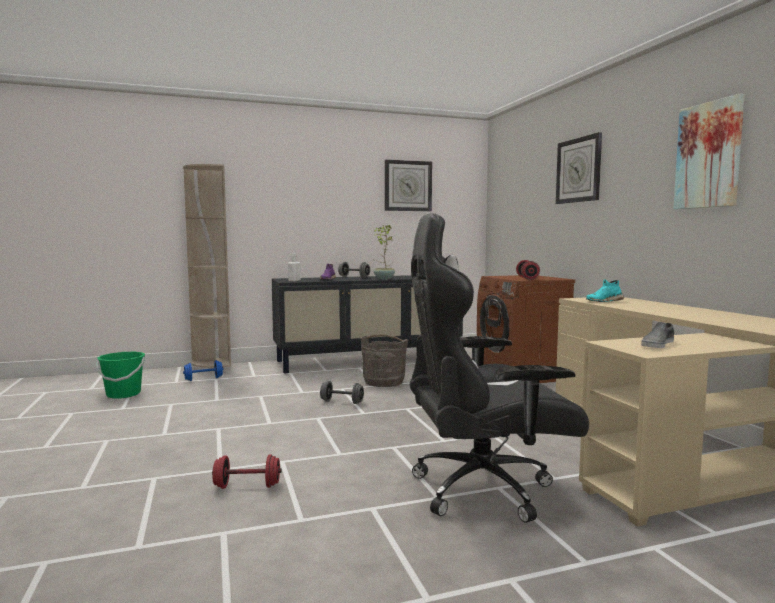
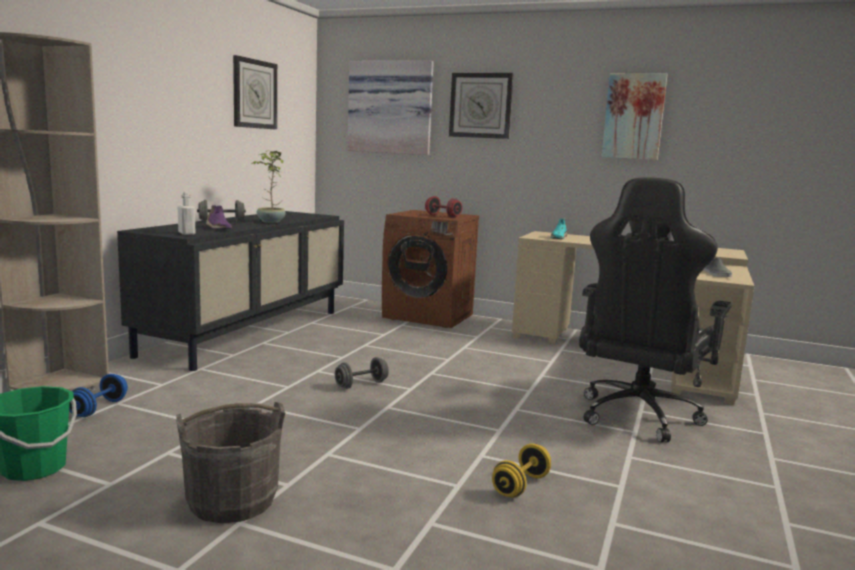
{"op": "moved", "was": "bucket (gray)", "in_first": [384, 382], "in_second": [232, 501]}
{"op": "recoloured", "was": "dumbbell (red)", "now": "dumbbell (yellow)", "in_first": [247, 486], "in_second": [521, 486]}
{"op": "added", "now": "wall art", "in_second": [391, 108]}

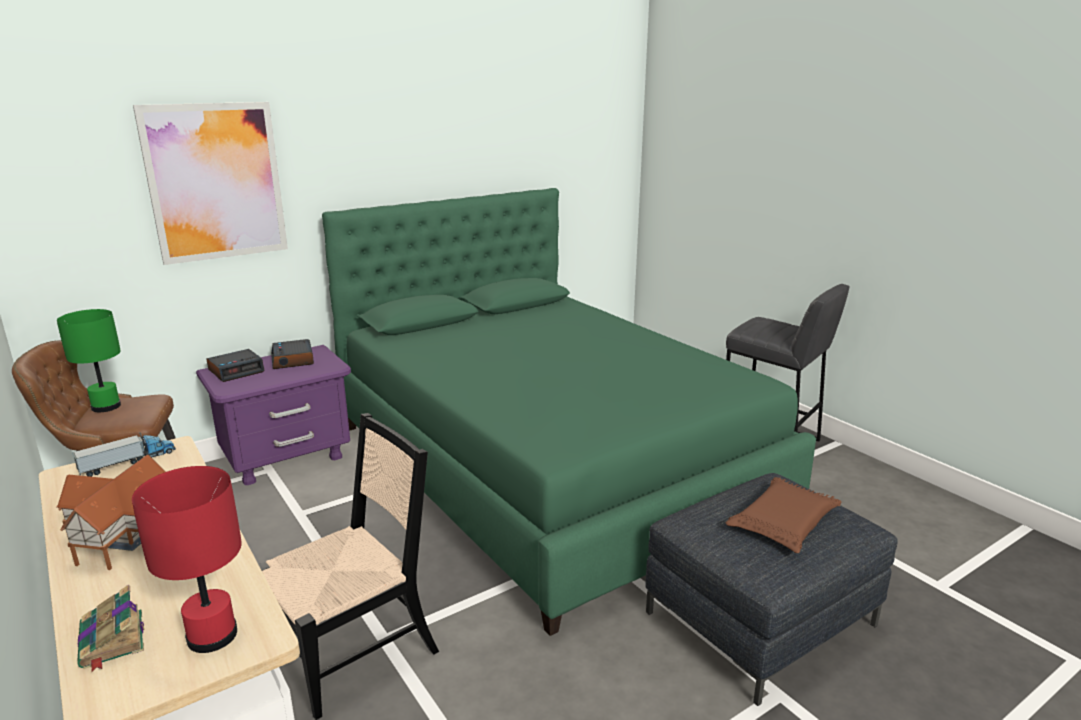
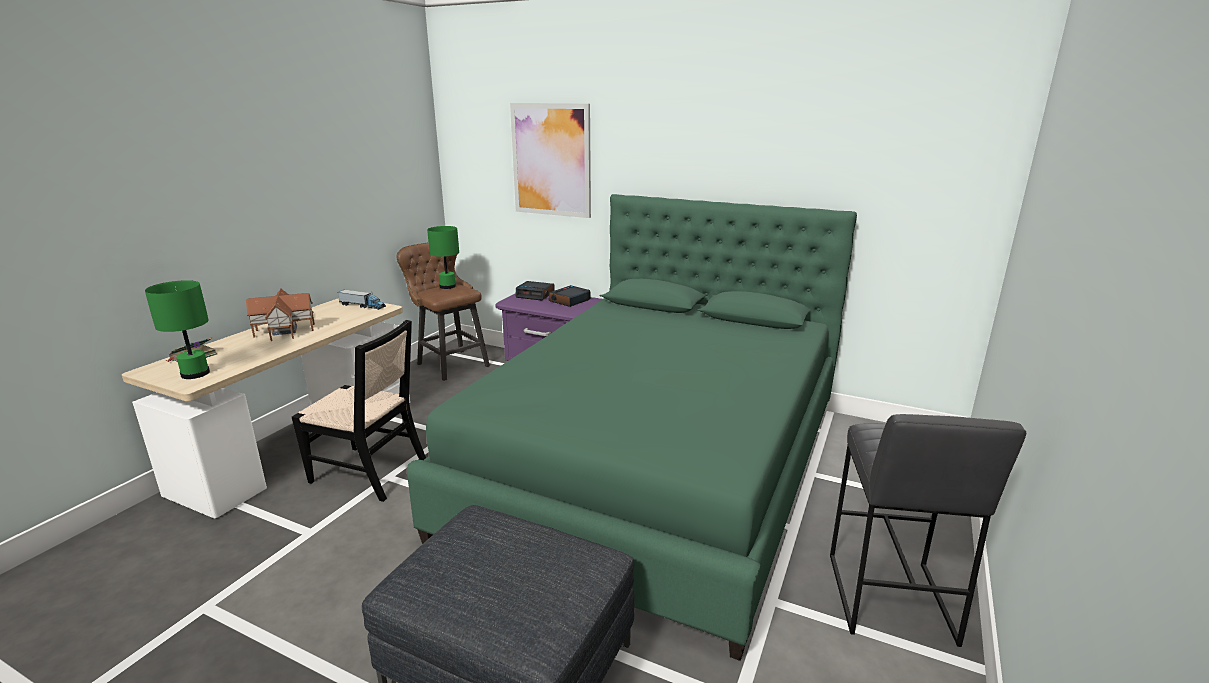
{"op": "recoloured", "was": "tabletop lamp (red)", "now": "tabletop lamp (green)", "in_first": [213, 636], "in_second": [195, 374]}
{"op": "removed", "was": "cushion (brownish)", "in_first": [784, 520]}

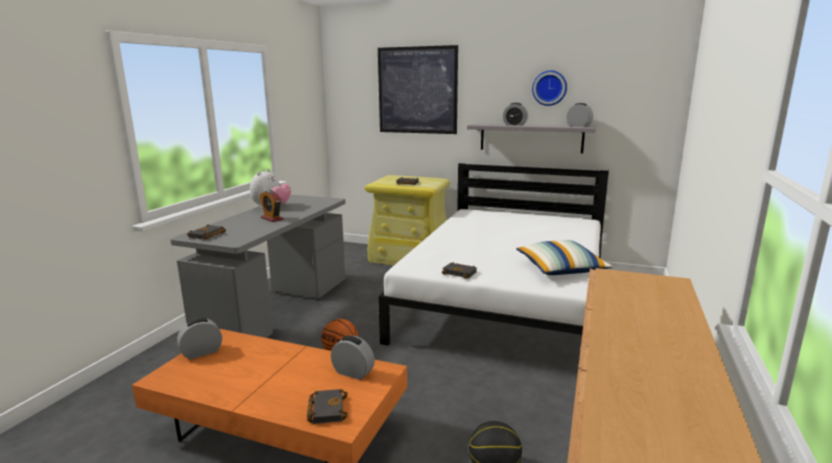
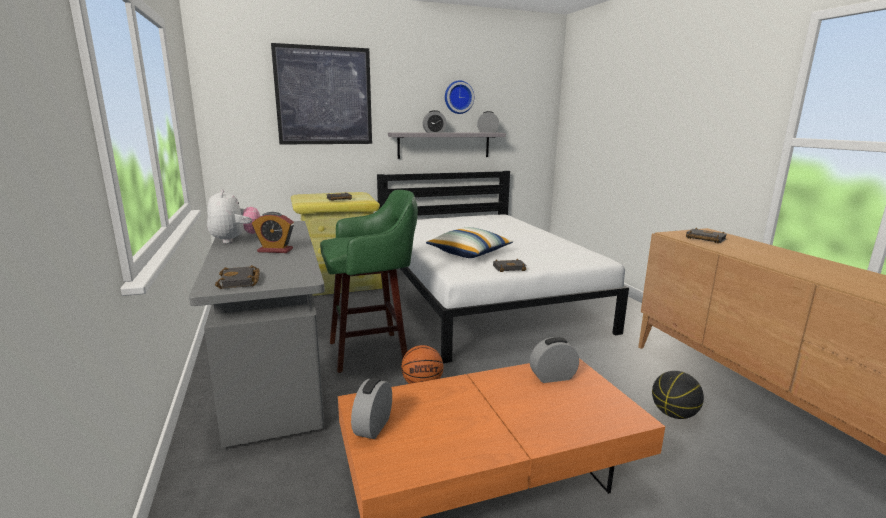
{"op": "moved", "was": "cushion", "in_first": [560, 269], "in_second": [469, 253]}
{"op": "moved", "was": "volume (blackish)", "in_first": [326, 409], "in_second": [704, 239]}
{"op": "added", "now": "stool (green)", "in_second": [372, 351]}

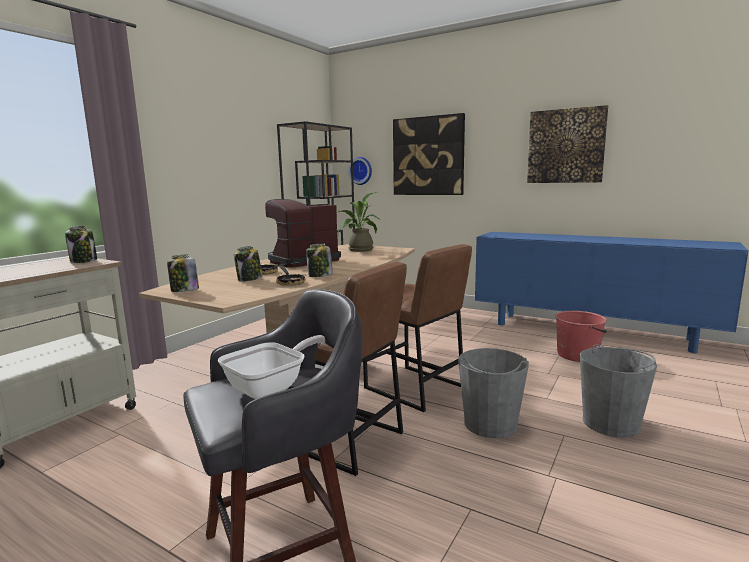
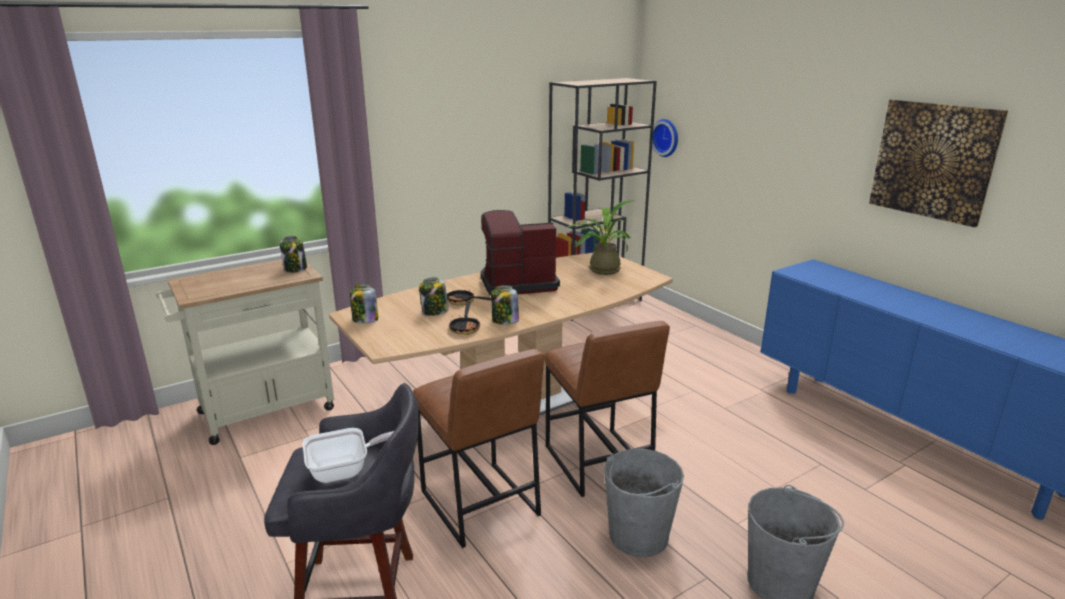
{"op": "removed", "was": "wall art", "in_first": [428, 156]}
{"op": "removed", "was": "bucket (red)", "in_first": [578, 355]}

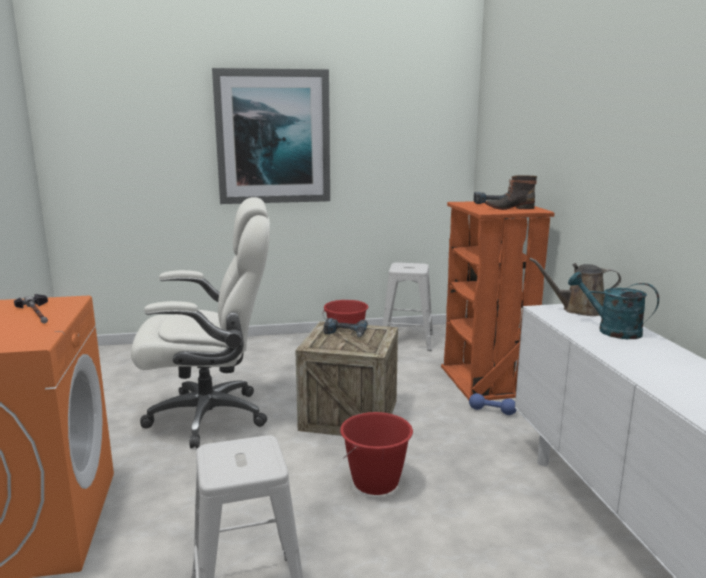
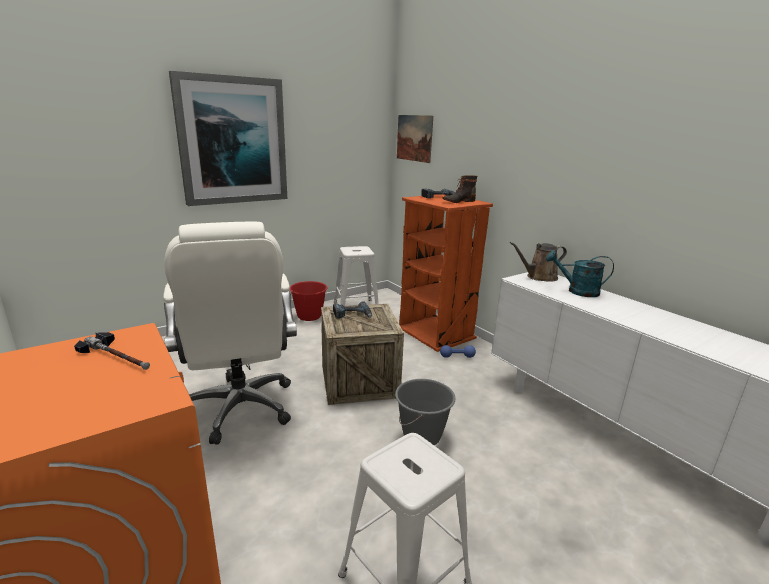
{"op": "turned", "was": "desk chair (white)", "in_first": [210, 416], "in_second": [240, 409], "clockwise": 105}
{"op": "recoloured", "was": "bucket (red)", "now": "bucket (gray)", "in_first": [376, 482], "in_second": [422, 436]}
{"op": "added", "now": "wall art", "in_second": [414, 138]}

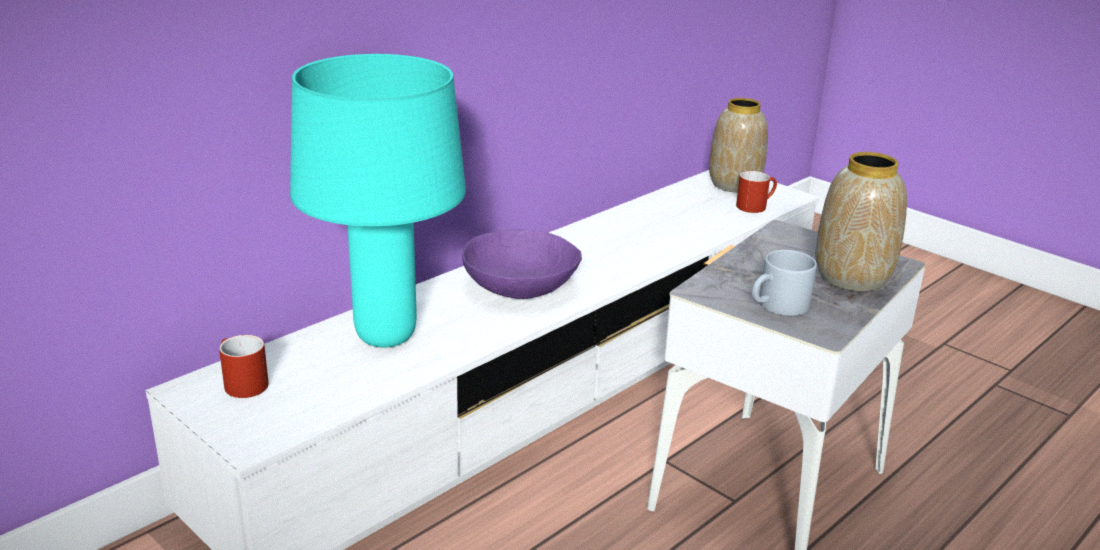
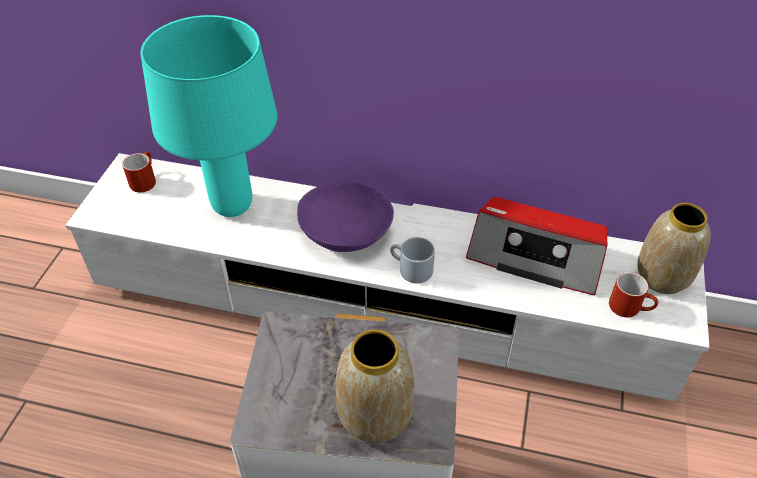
{"op": "moved", "was": "mug (gray)", "in_first": [778, 306], "in_second": [410, 269]}
{"op": "added", "now": "radio receiver", "in_second": [535, 256]}

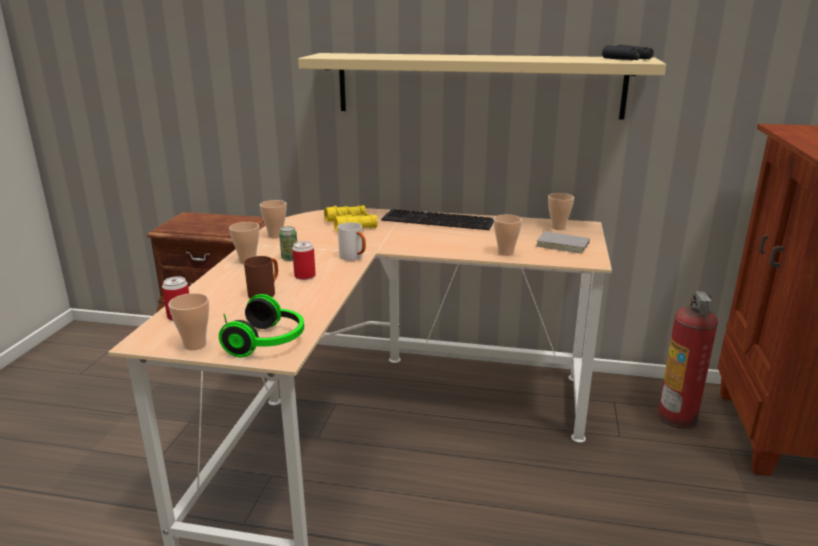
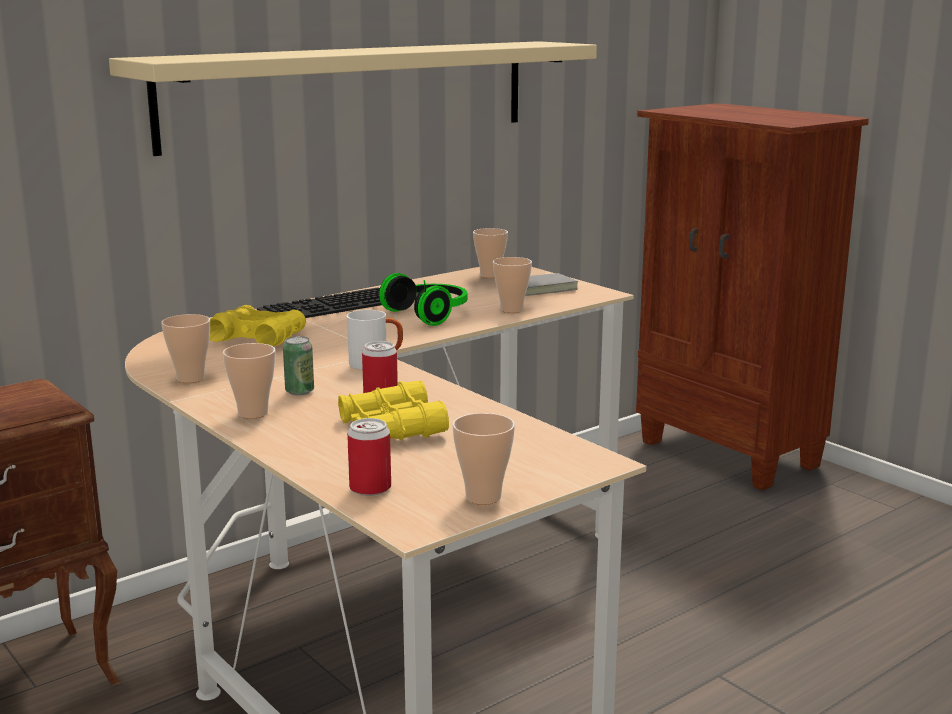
{"op": "removed", "was": "binoculars (blackish)", "in_first": [627, 59]}
{"op": "replaced", "was": "mug (brownish)", "now": "binoculars (yellow)", "in_first": [265, 293], "in_second": [391, 428]}
{"op": "removed", "was": "fire-fighting cylinder", "in_first": [678, 417]}
{"op": "moved", "was": "headset", "in_first": [269, 342], "in_second": [430, 314]}

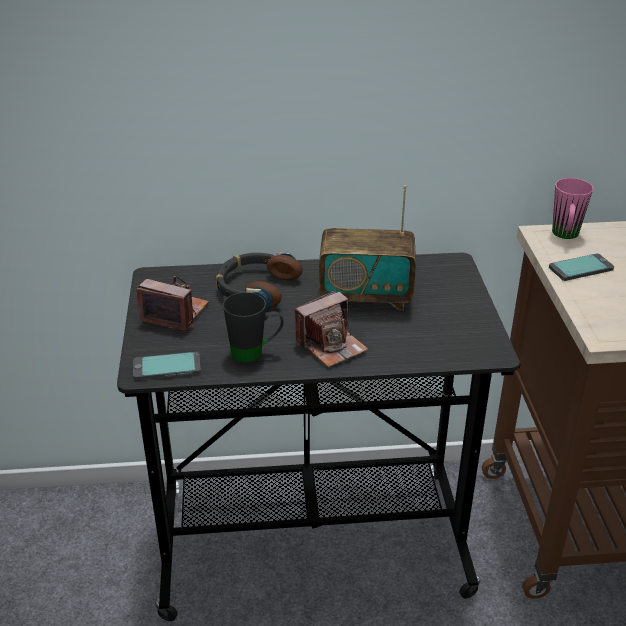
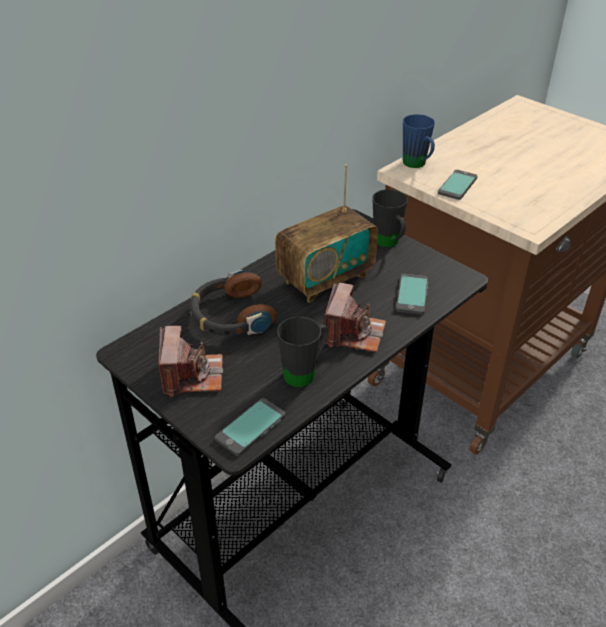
{"op": "recoloured", "was": "mug (pink)", "now": "mug (bluish)", "in_first": [565, 236], "in_second": [417, 165]}
{"op": "turned", "was": "still camera", "in_first": [175, 313], "in_second": [192, 375], "clockwise": 105}
{"op": "added", "now": "mug (blackish)", "in_second": [389, 244]}
{"op": "added", "now": "phone", "in_second": [412, 295]}

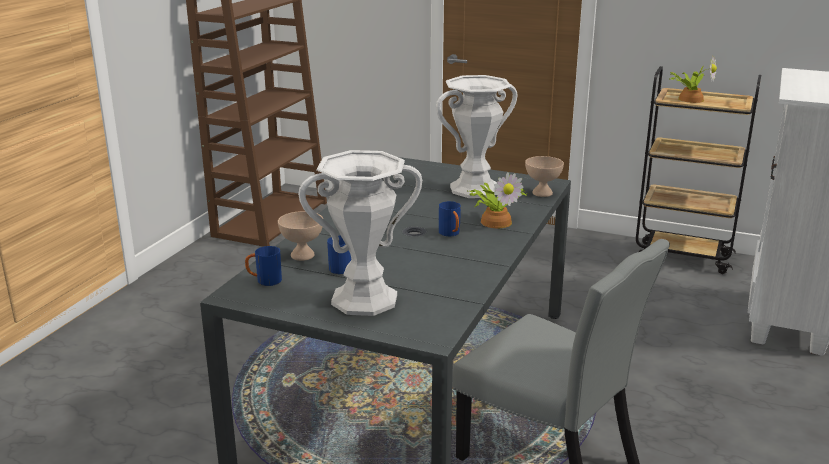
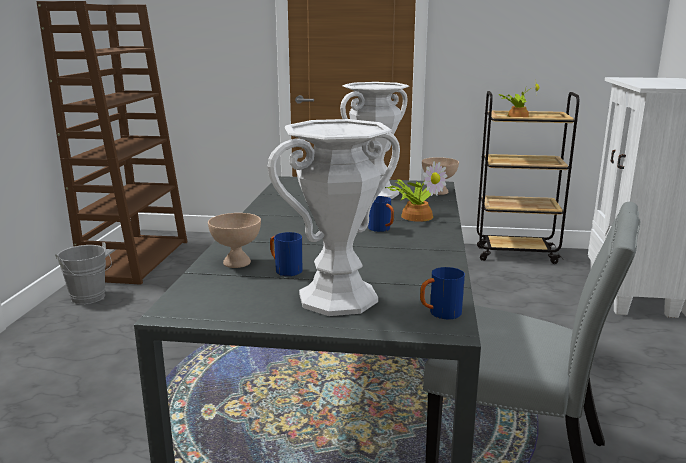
{"op": "moved", "was": "mug (bluish)", "in_first": [264, 281], "in_second": [439, 314]}
{"op": "added", "now": "bucket (gray)", "in_second": [90, 298]}

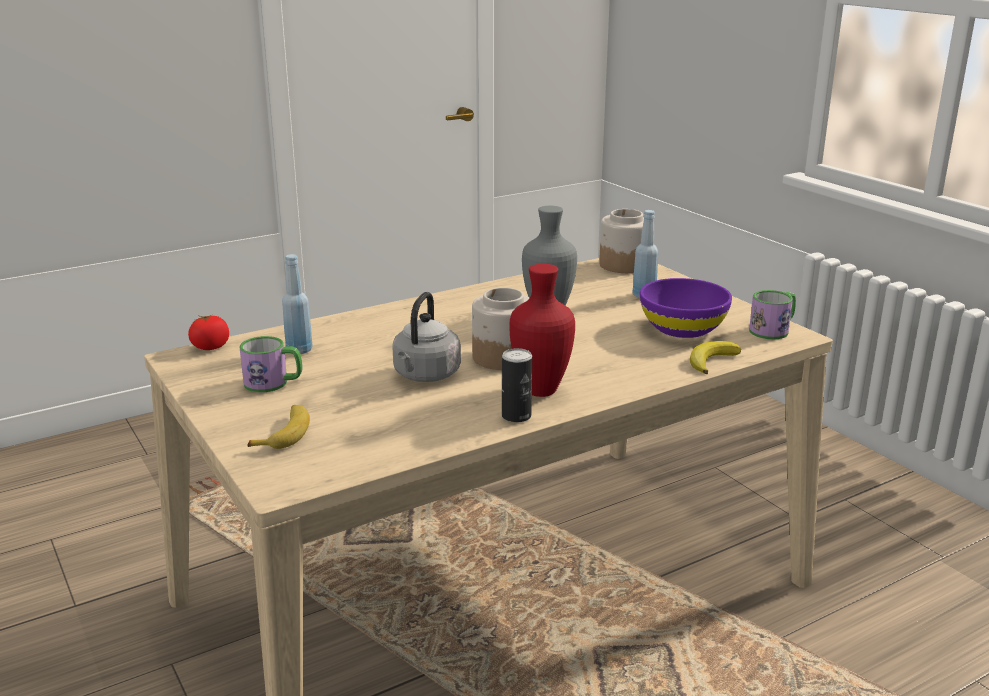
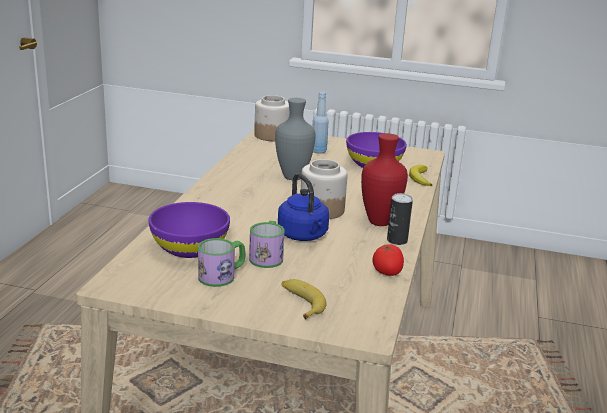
{"op": "replaced", "was": "drink bottle (bluish)", "now": "bowl (purple-coloured)", "in_first": [299, 350], "in_second": [190, 248]}
{"op": "moved", "was": "mug", "in_first": [773, 330], "in_second": [267, 256]}
{"op": "recoloured", "was": "tea kettle (gray)", "now": "tea kettle (bluish)", "in_first": [425, 376], "in_second": [303, 236]}
{"op": "moved", "was": "tomato", "in_first": [210, 347], "in_second": [387, 272]}

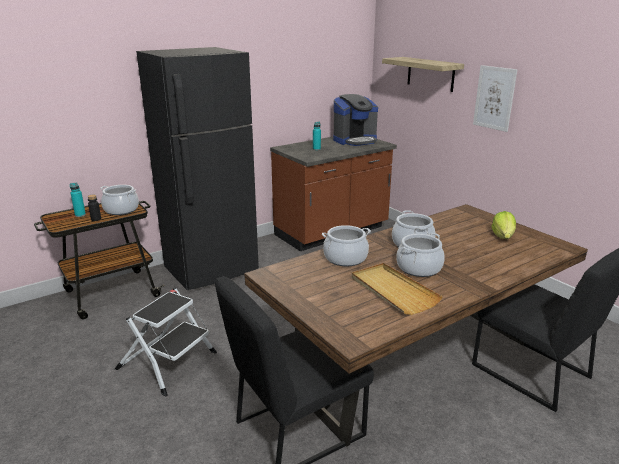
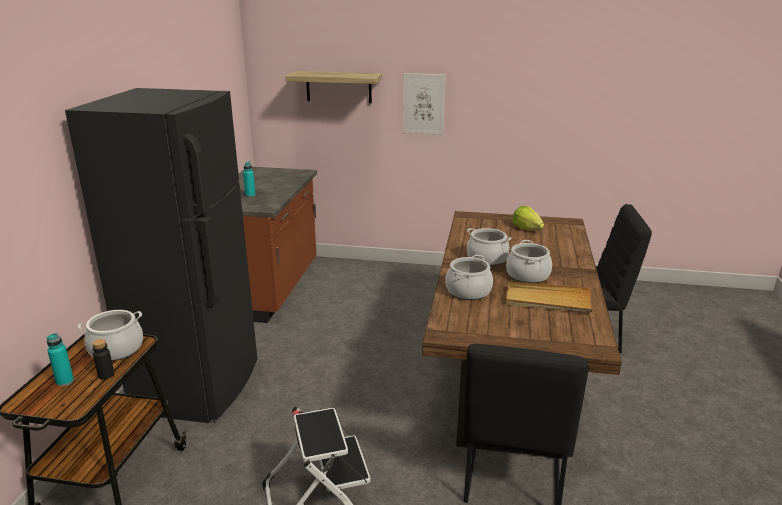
{"op": "removed", "was": "coffee maker", "in_first": [355, 140]}

